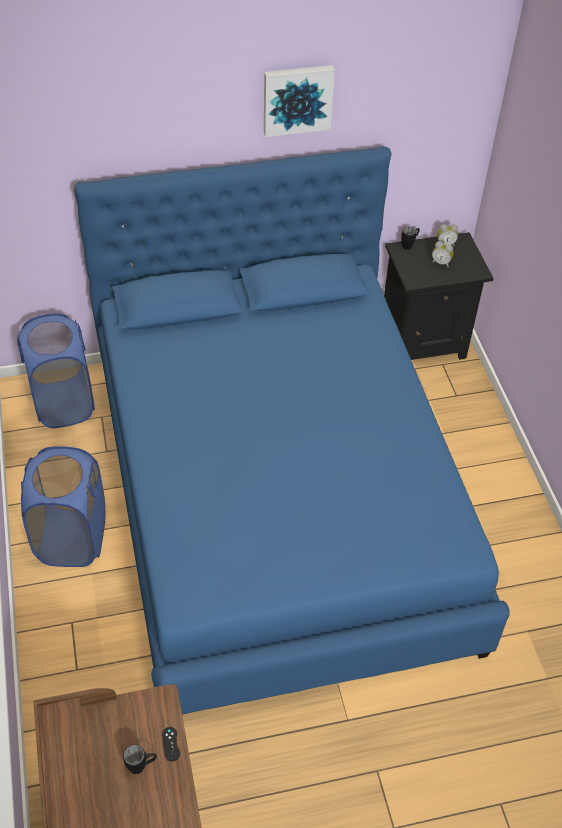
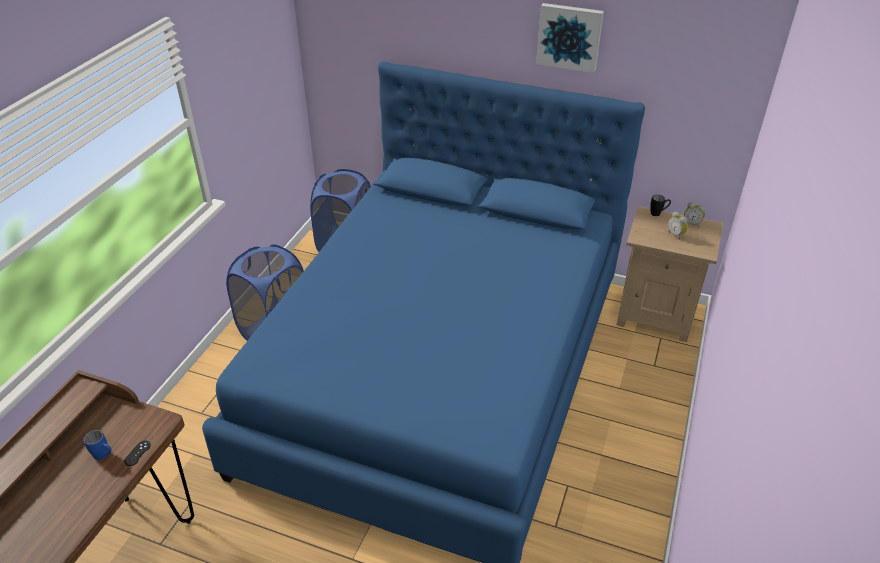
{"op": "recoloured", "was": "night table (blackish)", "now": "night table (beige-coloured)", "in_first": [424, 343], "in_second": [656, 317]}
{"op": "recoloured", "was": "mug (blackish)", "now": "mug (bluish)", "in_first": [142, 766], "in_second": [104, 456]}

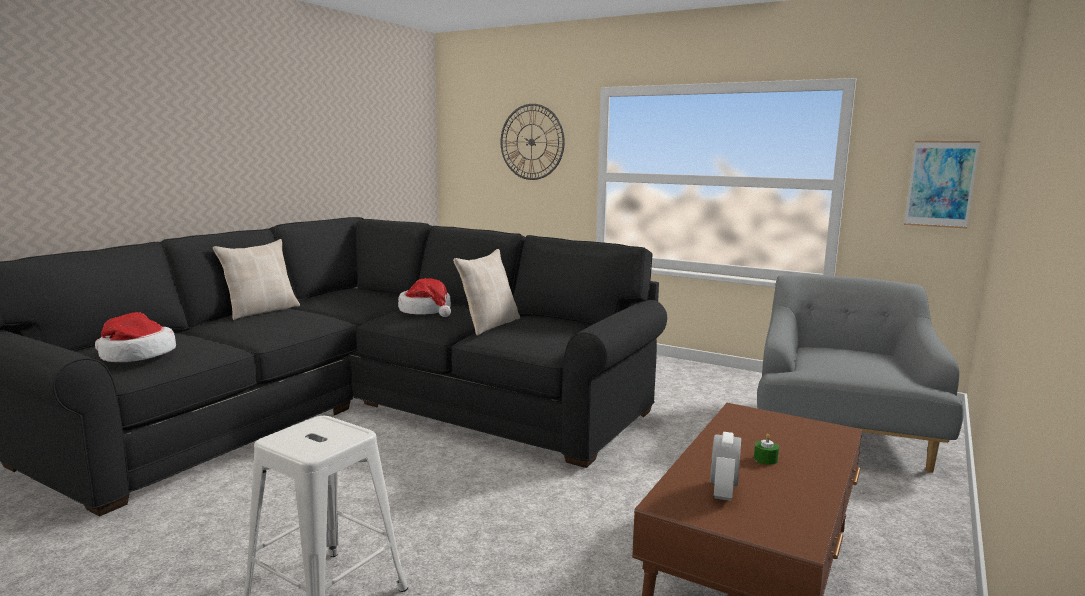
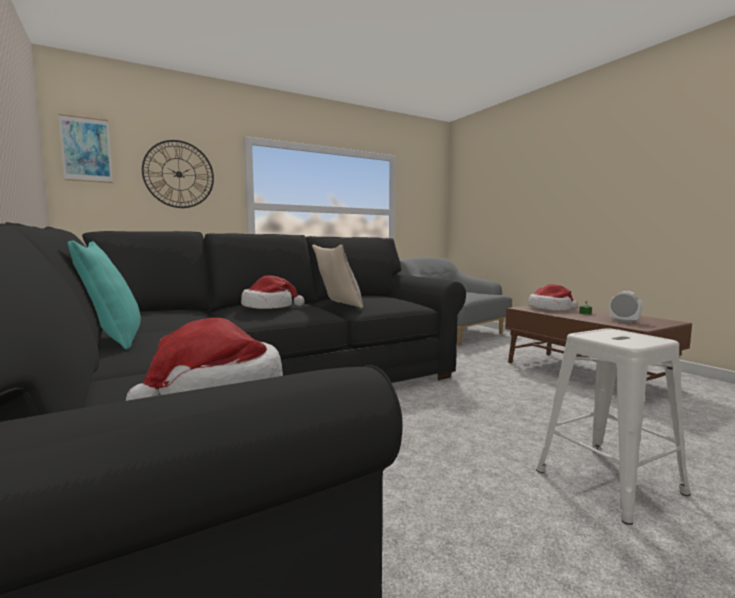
{"op": "moved", "was": "wall art", "in_first": [940, 184], "in_second": [86, 149]}
{"op": "recoloured", "was": "cushion (beige-coloured)", "now": "cushion (blue-green)", "in_first": [261, 311], "in_second": [113, 339]}
{"op": "added", "now": "hat", "in_second": [550, 309]}

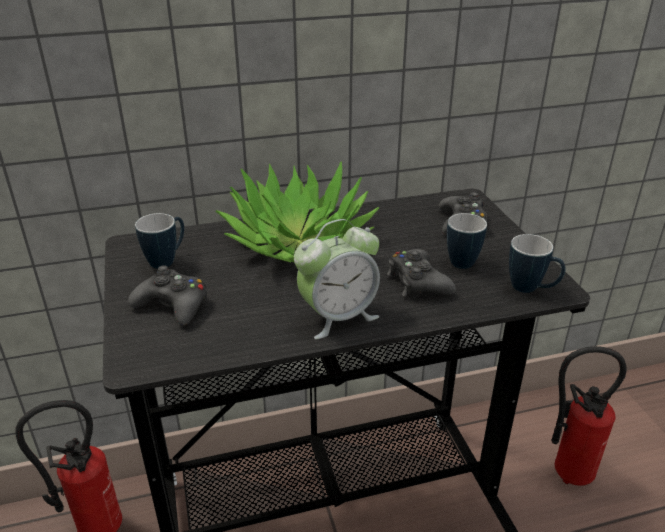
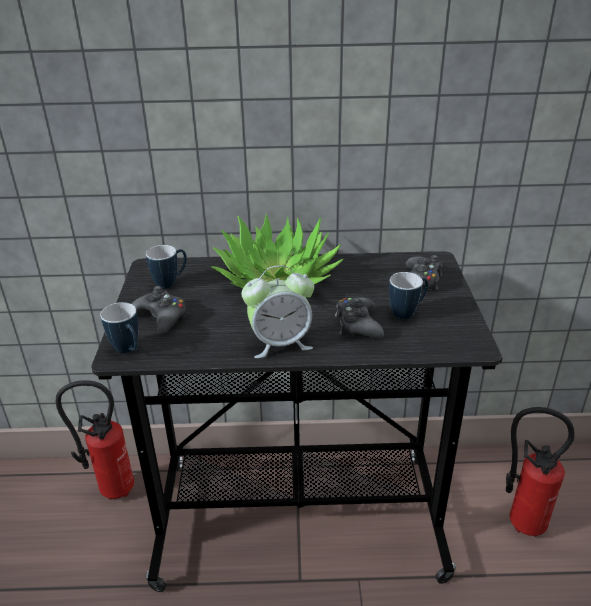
{"op": "moved", "was": "mug", "in_first": [531, 289], "in_second": [128, 350]}

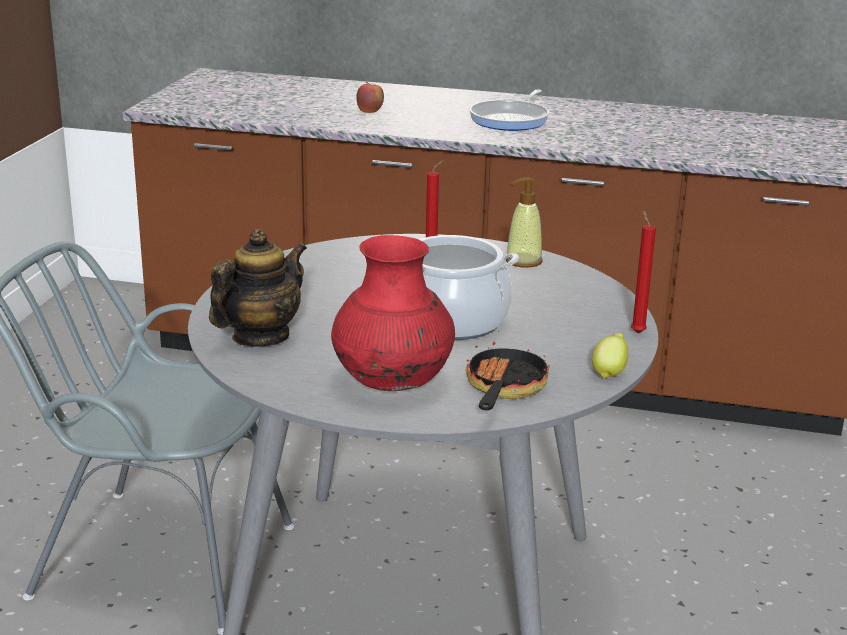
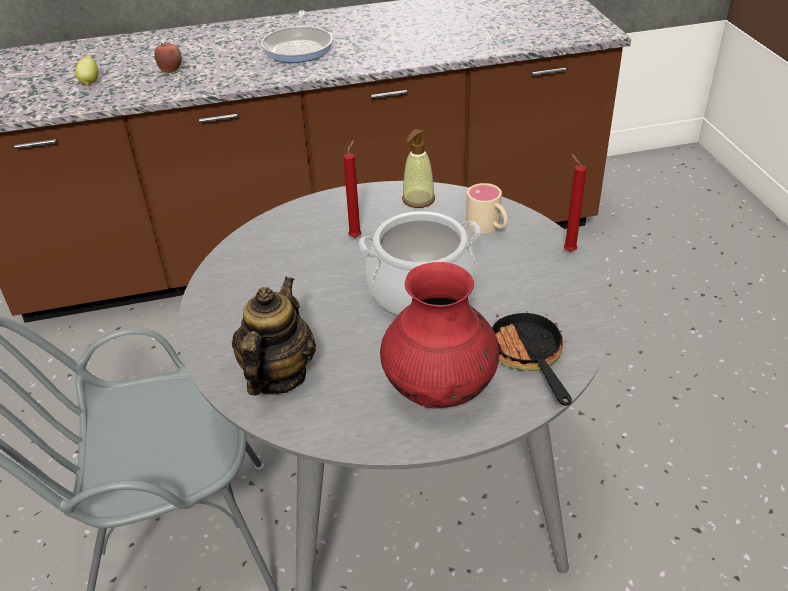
{"op": "moved", "was": "lemon", "in_first": [609, 373], "in_second": [90, 81]}
{"op": "added", "now": "mug (beige-coloured)", "in_second": [488, 227]}

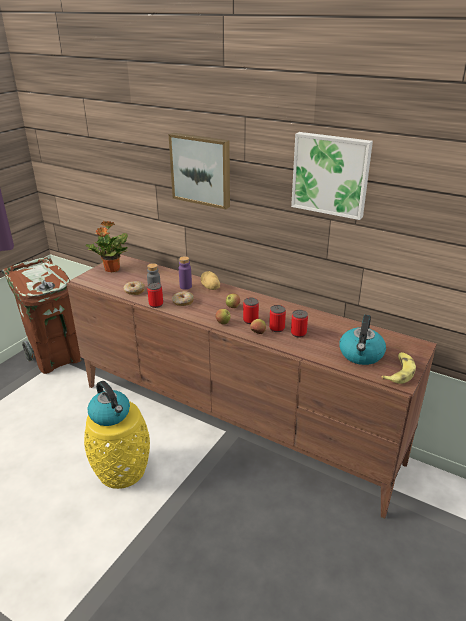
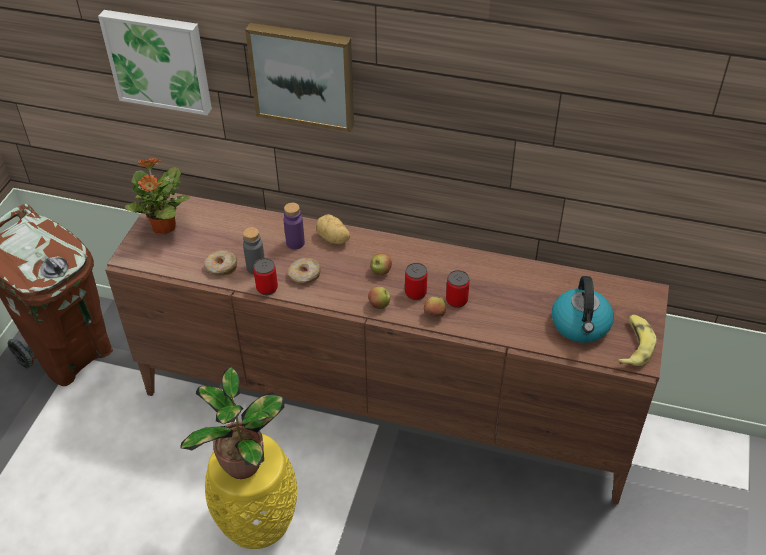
{"op": "moved", "was": "wall art", "in_first": [331, 174], "in_second": [159, 60]}
{"op": "removed", "was": "sealed can", "in_first": [298, 333]}
{"op": "replaced", "was": "tea kettle", "now": "potted plant", "in_first": [110, 415], "in_second": [242, 462]}

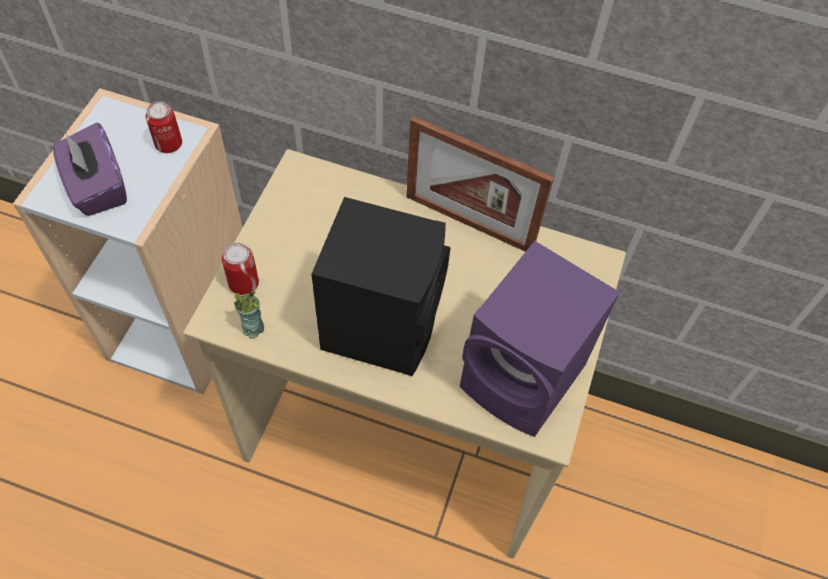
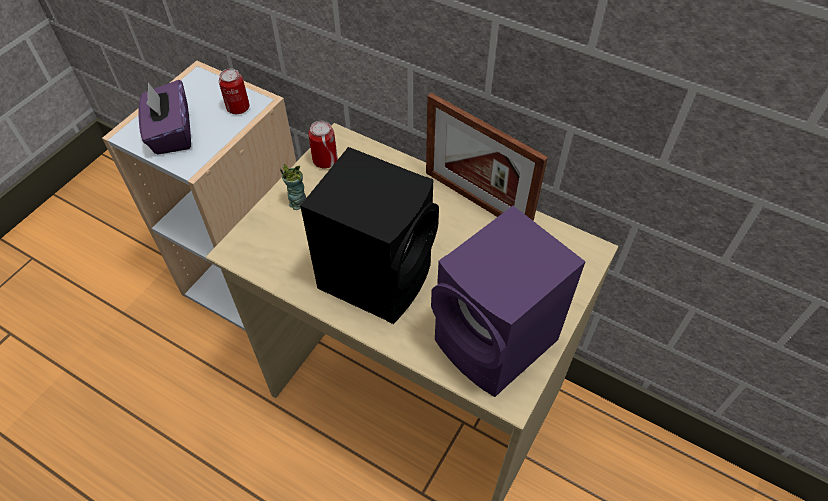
{"op": "moved", "was": "sealed can", "in_first": [244, 283], "in_second": [325, 161]}
{"op": "moved", "was": "cup", "in_first": [253, 328], "in_second": [297, 202]}

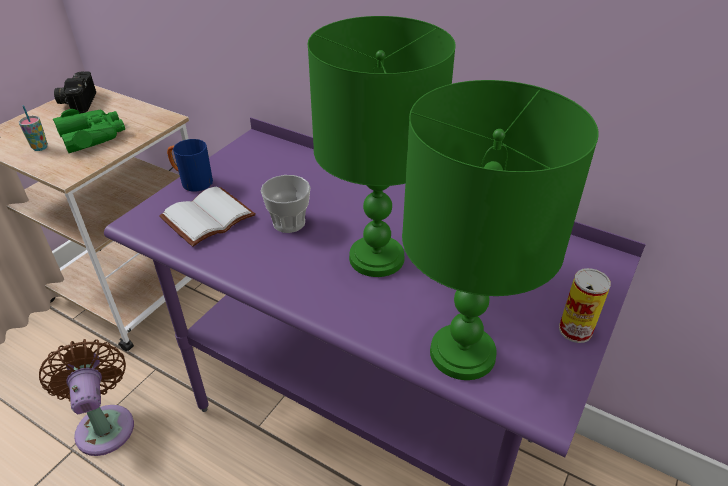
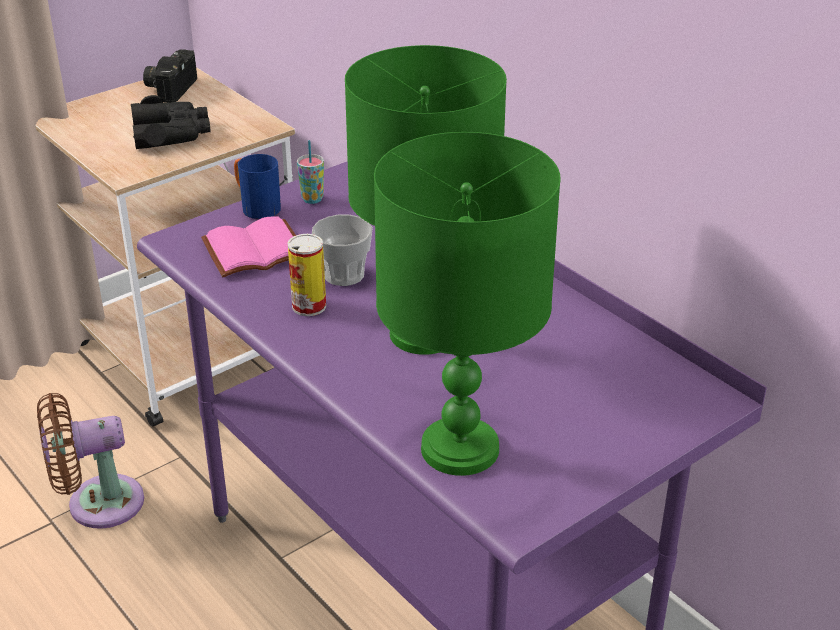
{"op": "moved", "was": "cup", "in_first": [40, 147], "in_second": [312, 199]}
{"op": "recoloured", "was": "binoculars (green)", "now": "binoculars (blackish)", "in_first": [93, 136], "in_second": [171, 133]}
{"op": "recoloured", "was": "volume (white)", "now": "volume (pink)", "in_first": [208, 219], "in_second": [254, 252]}
{"op": "moved", "was": "sealed can", "in_first": [575, 330], "in_second": [309, 306]}
{"op": "turned", "was": "cooling fan (brownish)", "in_first": [104, 424], "in_second": [97, 504], "clockwise": -105}

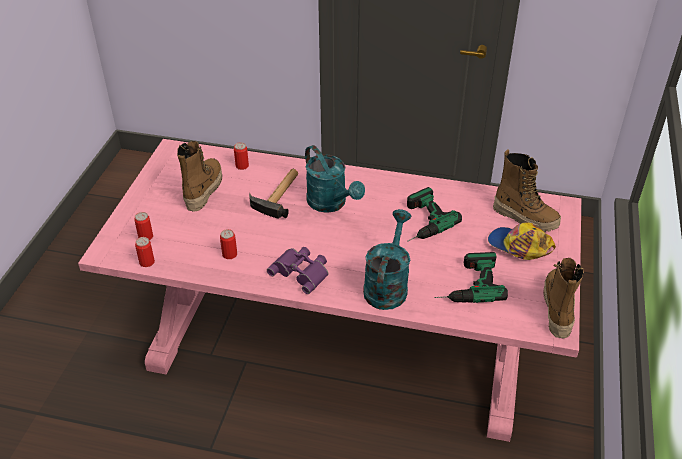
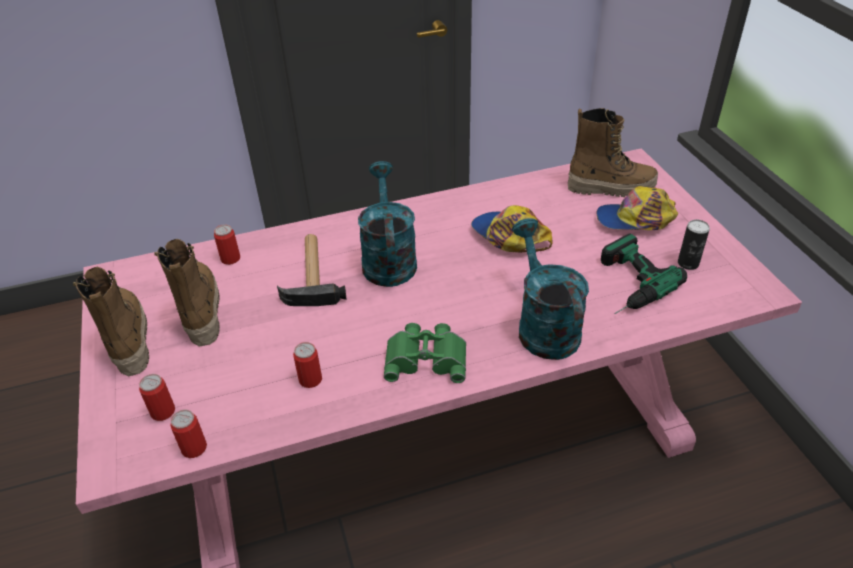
{"op": "turned", "was": "watering can (blue-green)", "in_first": [331, 204], "in_second": [388, 259], "clockwise": -120}
{"op": "replaced", "was": "electric drill", "now": "peaked cap", "in_first": [420, 222], "in_second": [509, 236]}
{"op": "recoloured", "was": "binoculars (purple-coloured)", "now": "binoculars (green)", "in_first": [301, 271], "in_second": [426, 357]}
{"op": "moved", "was": "high-top boot", "in_first": [557, 308], "in_second": [127, 339]}
{"op": "added", "now": "sealed can", "in_second": [688, 263]}

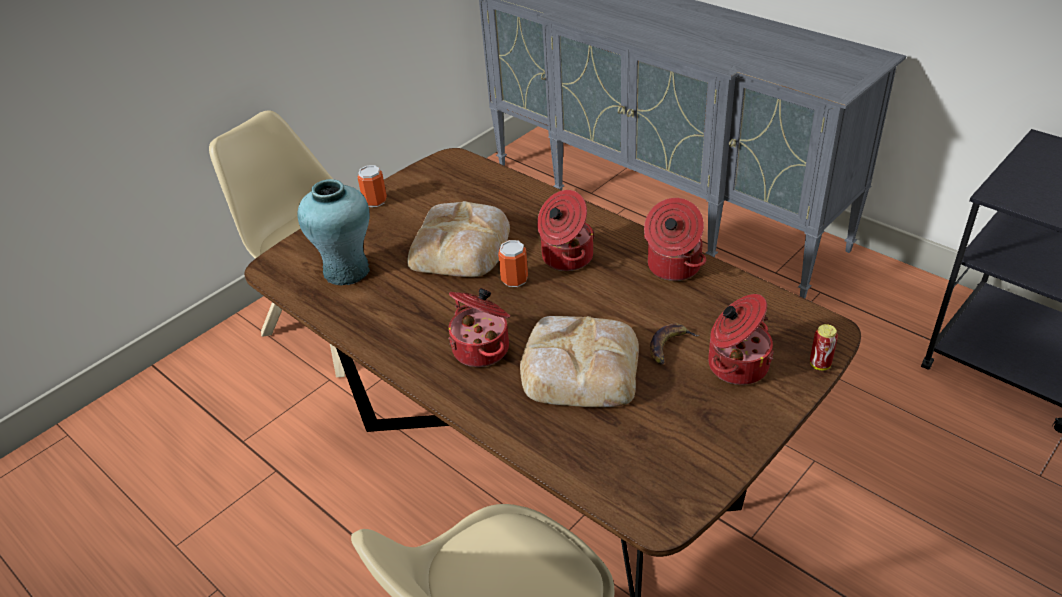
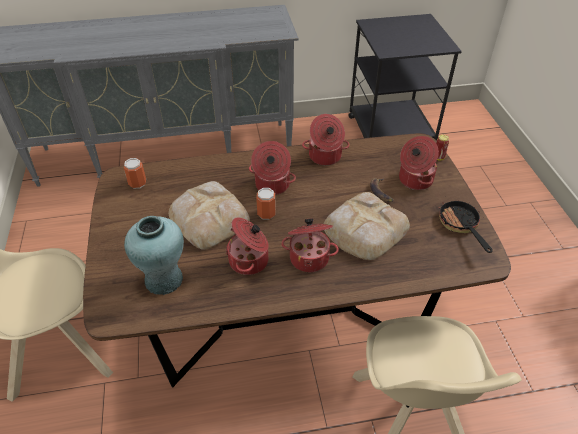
{"op": "moved", "was": "sealed can", "in_first": [375, 201], "in_second": [137, 183]}
{"op": "added", "now": "frying pan", "in_second": [460, 226]}
{"op": "added", "now": "stockpot", "in_second": [250, 261]}

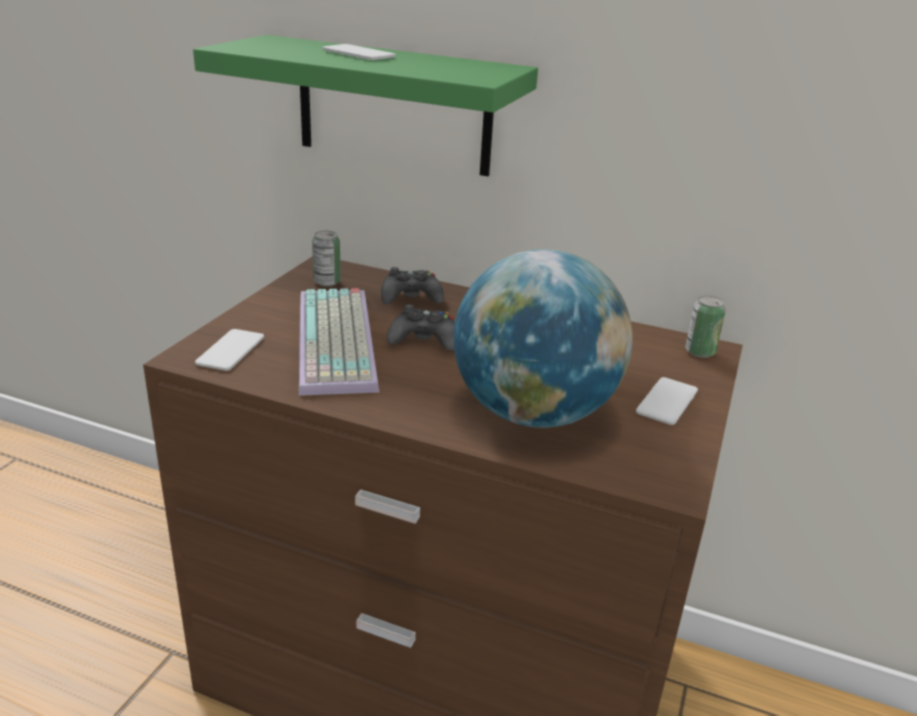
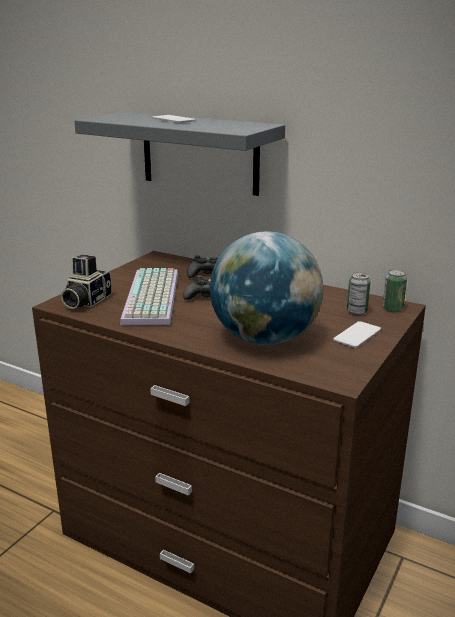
{"op": "recoloured", "was": "wall shelf (green)", "now": "wall shelf (gray)", "in_first": [393, 106], "in_second": [199, 153]}
{"op": "moved", "was": "sealed can", "in_first": [327, 282], "in_second": [356, 312]}
{"op": "replaced", "was": "phone", "now": "still camera", "in_first": [230, 351], "in_second": [85, 301]}

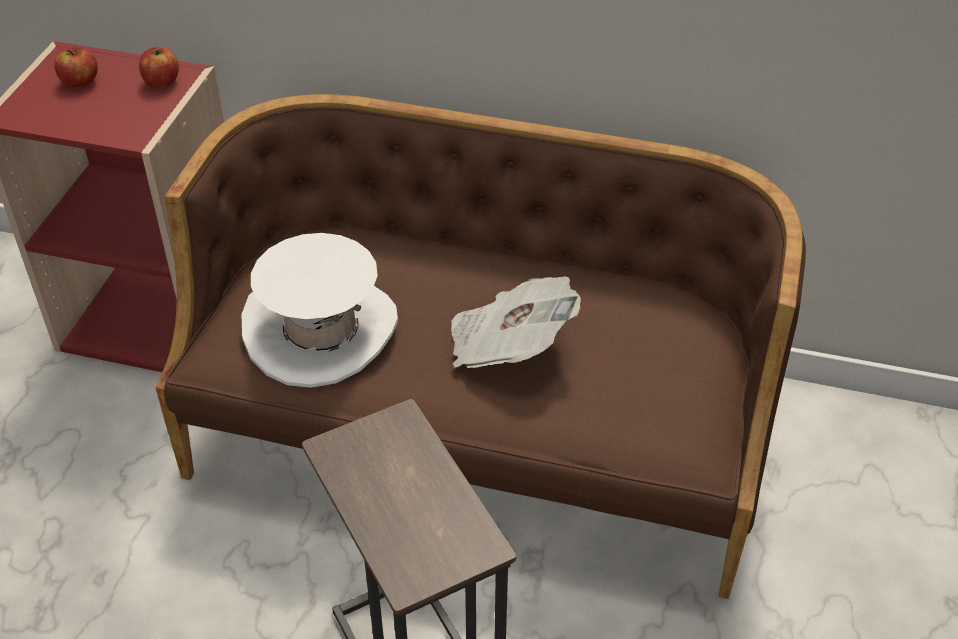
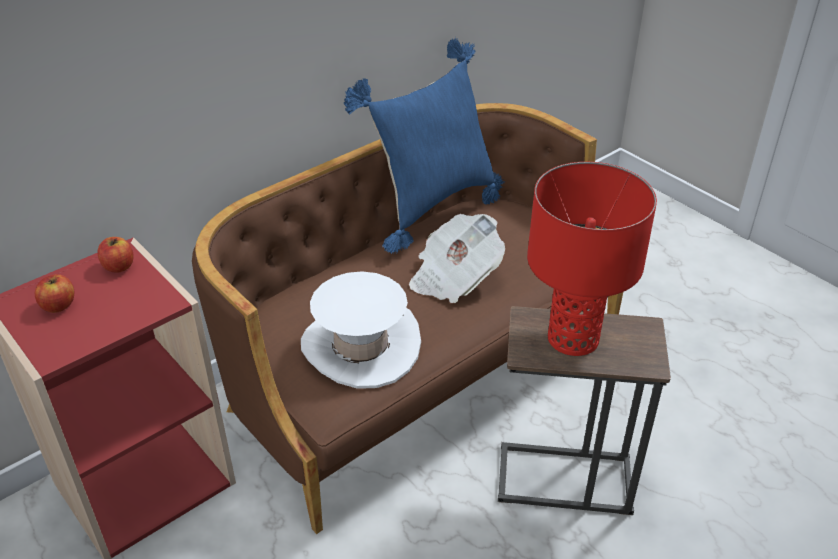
{"op": "added", "now": "cushion (bluish)", "in_second": [429, 215]}
{"op": "added", "now": "tabletop lamp (red)", "in_second": [573, 339]}

